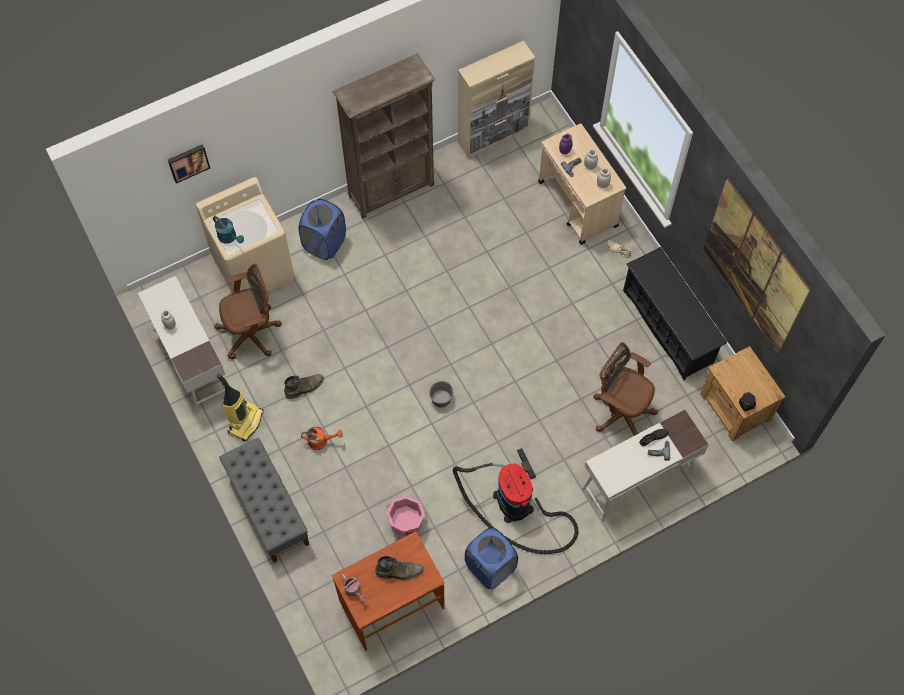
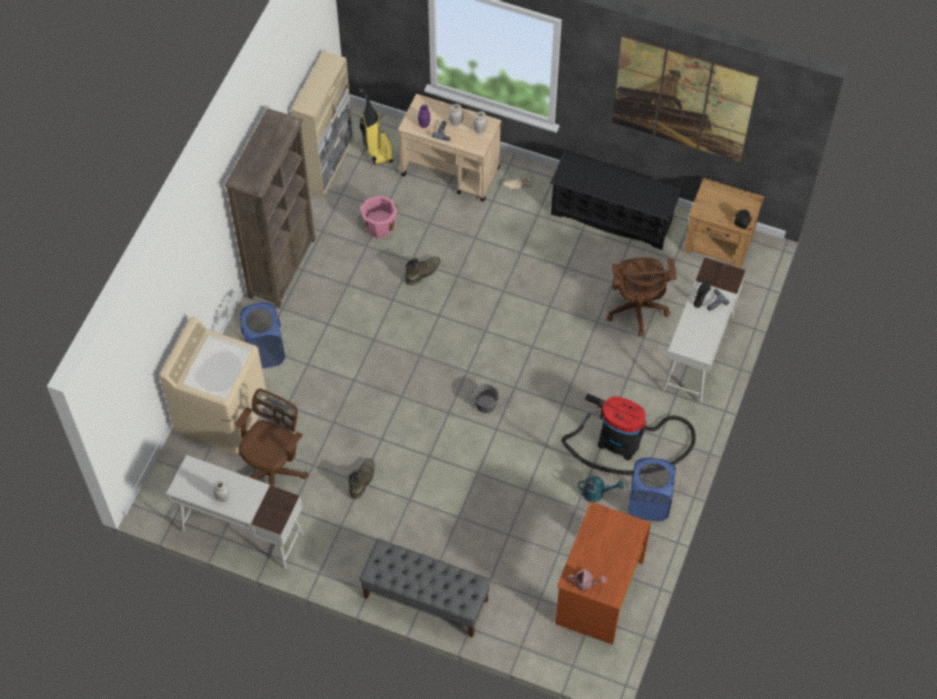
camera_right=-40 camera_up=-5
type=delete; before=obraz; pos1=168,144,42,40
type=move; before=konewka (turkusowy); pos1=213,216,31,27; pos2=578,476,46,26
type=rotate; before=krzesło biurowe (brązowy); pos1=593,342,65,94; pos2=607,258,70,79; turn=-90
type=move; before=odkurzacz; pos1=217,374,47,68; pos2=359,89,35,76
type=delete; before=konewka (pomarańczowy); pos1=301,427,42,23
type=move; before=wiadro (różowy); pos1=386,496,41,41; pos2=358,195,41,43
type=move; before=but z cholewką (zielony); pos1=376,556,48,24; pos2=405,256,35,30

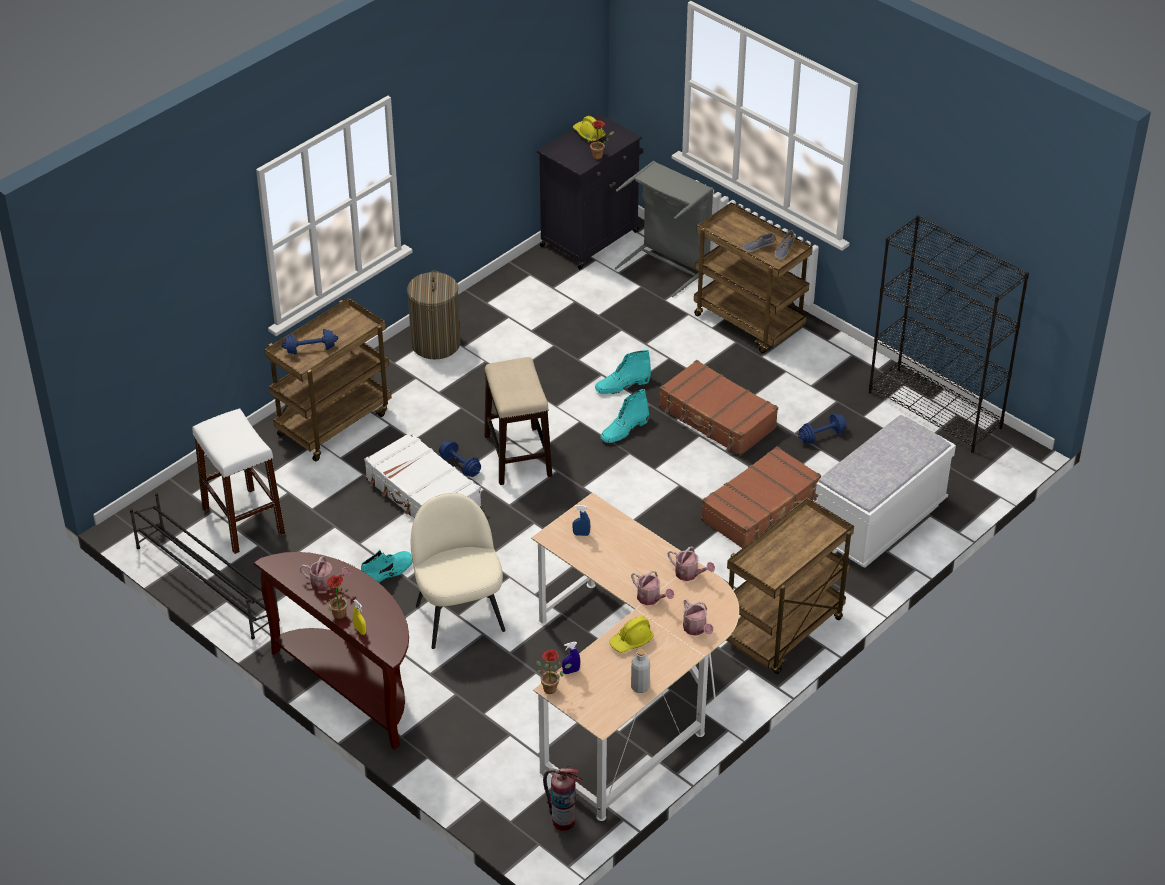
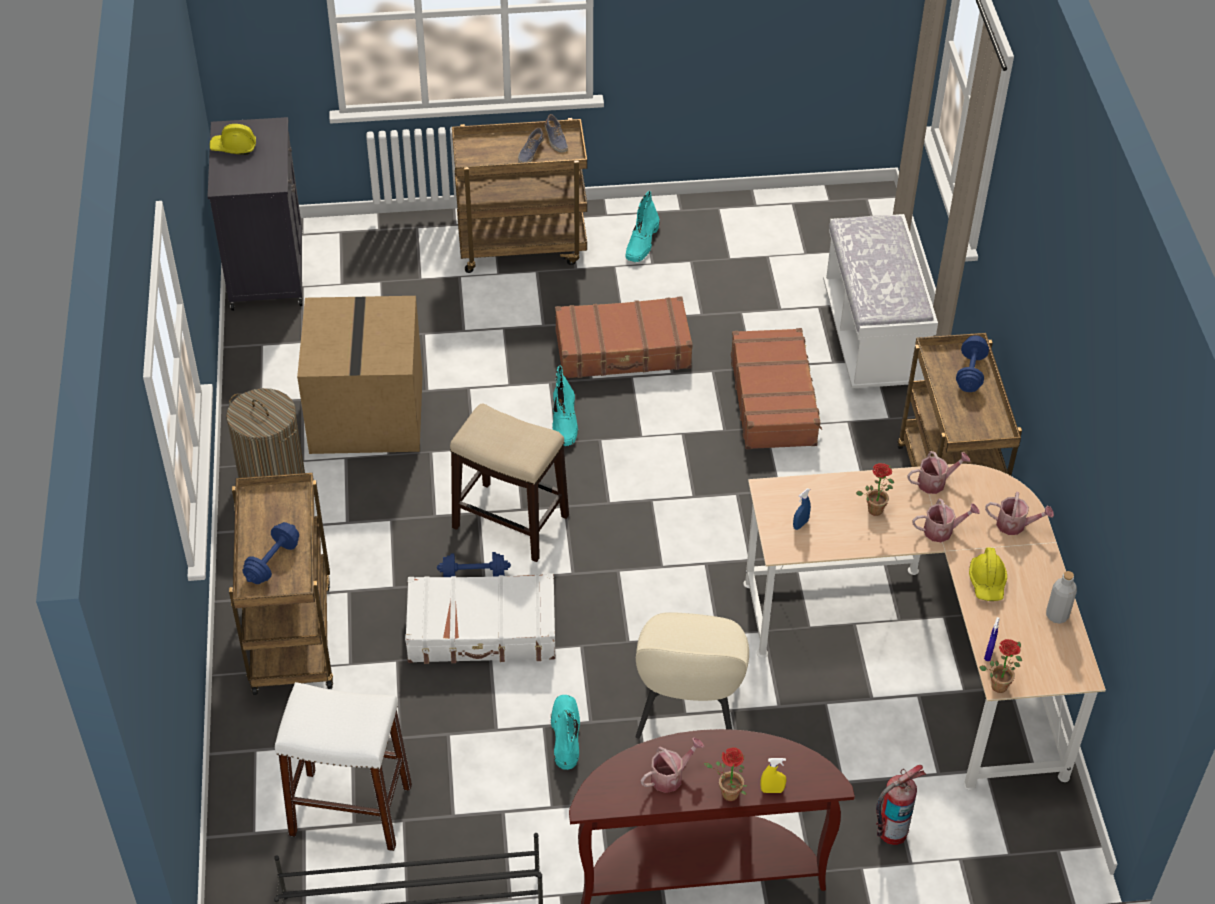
camera_right=-50 camera_up=5
type=move; before=roślina doniczkowa; pos1=585,120,29,40; pos2=856,463,38,53
type=delete; before=kosz na pranie (szary); pos1=615,160,98,137
type=delete; before=regał (czarny); pos1=869,215,160,238
type=move; before=but z cholewką (turkusowy); pos1=595,350,56,44; pos2=625,191,35,71
type=move; before=hantel (niebieski); pos1=798,414,49,30; pos2=956,335,33,57
type=rotate; before=krzesło (beżowy); pos1=411,493,94,156; pos2=635,612,114,127; turn=-105
type=move; before=gaśnica; pos1=543,766,40,65; pos2=876,765,50,80
type=insert; after=karton; pos2=297,296,126,158

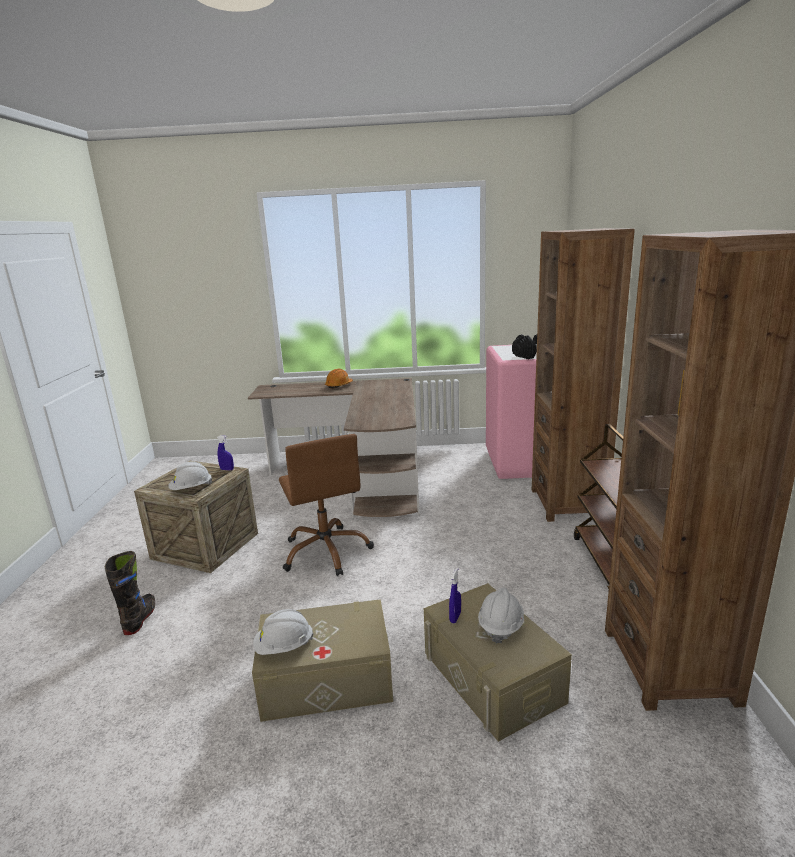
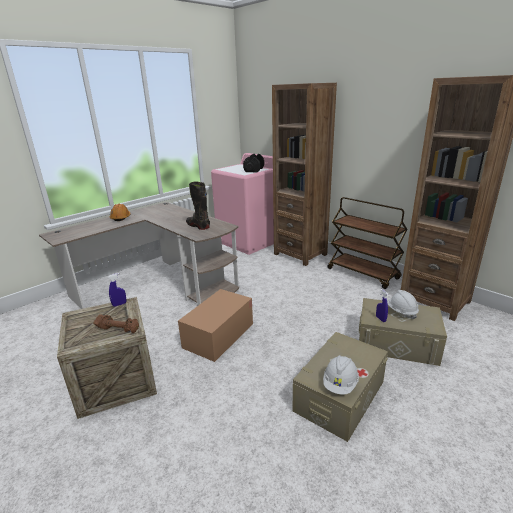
camera_right=-45 camera_up=5
type=replace; before=krzesło biurowe (brązowy); after=karton; pos1=279,434,95,142; pos2=178,289,75,73
type=replace; before=kask (biały); after=hantel (brązowy); pos1=168,461,44,29; pos2=93,314,46,19
type=move; before=but z cholewką (czarny); pos1=105,551,50,84; pos2=186,181,24,49

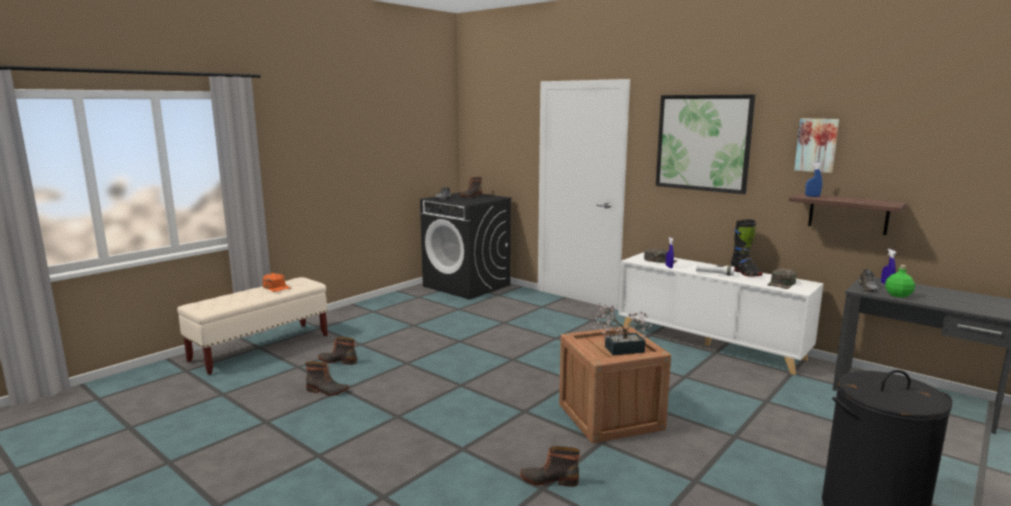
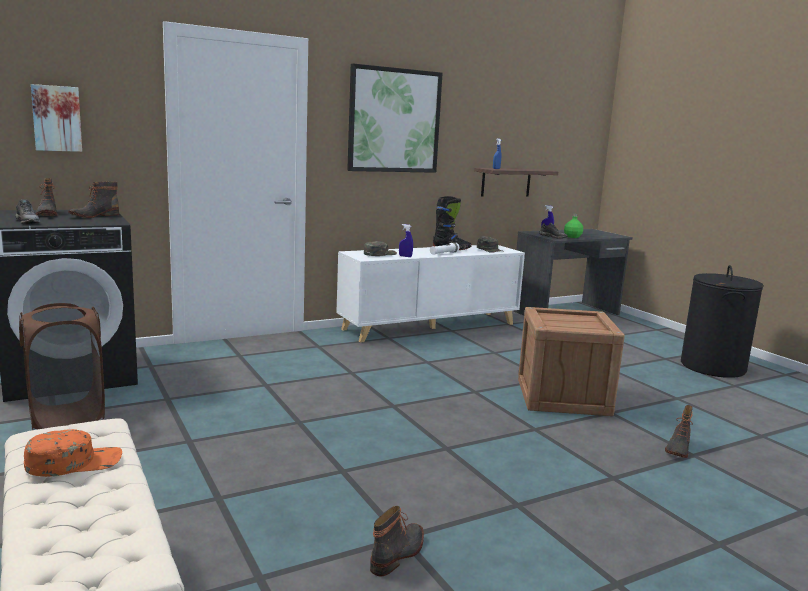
camera_right=-70 camera_up=0
type=move; before=obraz; pos1=794,118,45,55; pos2=31,84,51,68
type=delete; before=roślina doniczkowa; pos1=594,303,58,52
type=move; before=but z cholewką; pos1=318,337,39,28; pos2=68,182,51,36
type=insert; after=kosz na pranie (brązowy); pos2=19,303,86,127

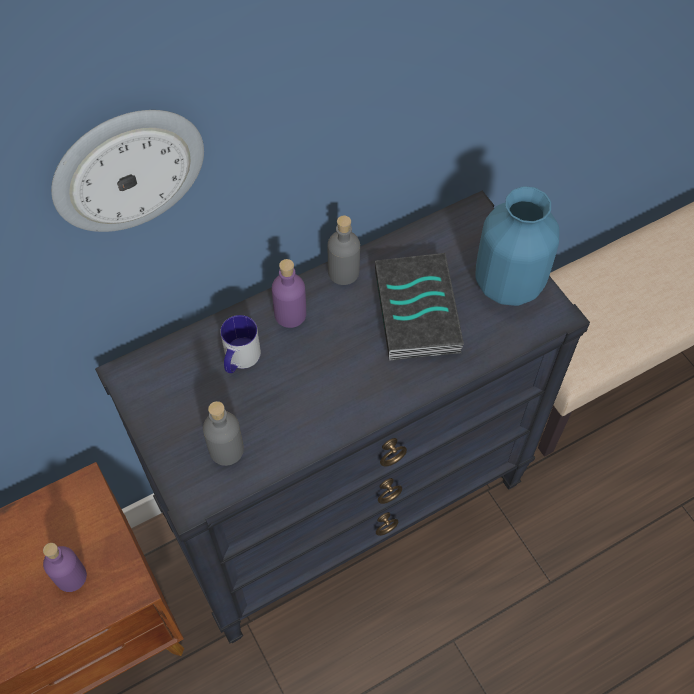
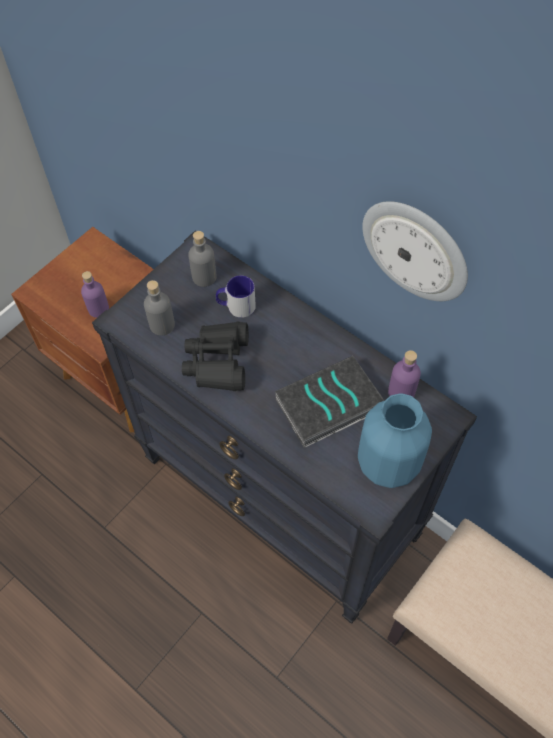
camera_right=70 camera_up=0
type=move; before=zegar ścienny; pos1=51,110,153,122; pos2=362,201,106,100
type=move; before=butelka (szary); pos1=328,216,32,69; pos2=188,231,29,56
type=move; before=butelka (fioletowy); pos1=272,259,34,69; pos2=388,350,33,47
type=insert; after=lornetka (czarny); pos2=182,322,67,69

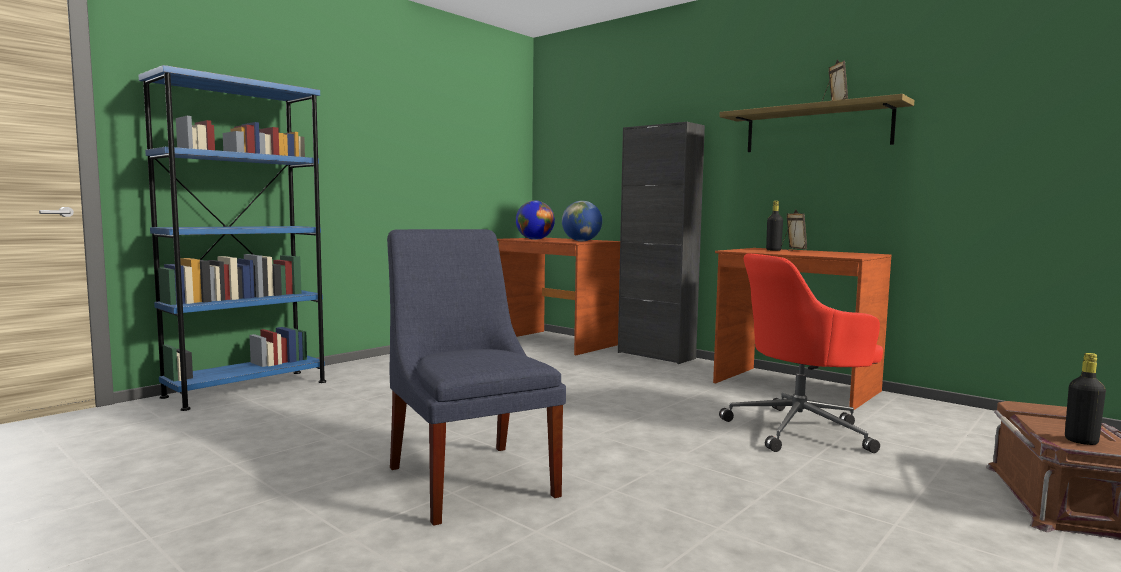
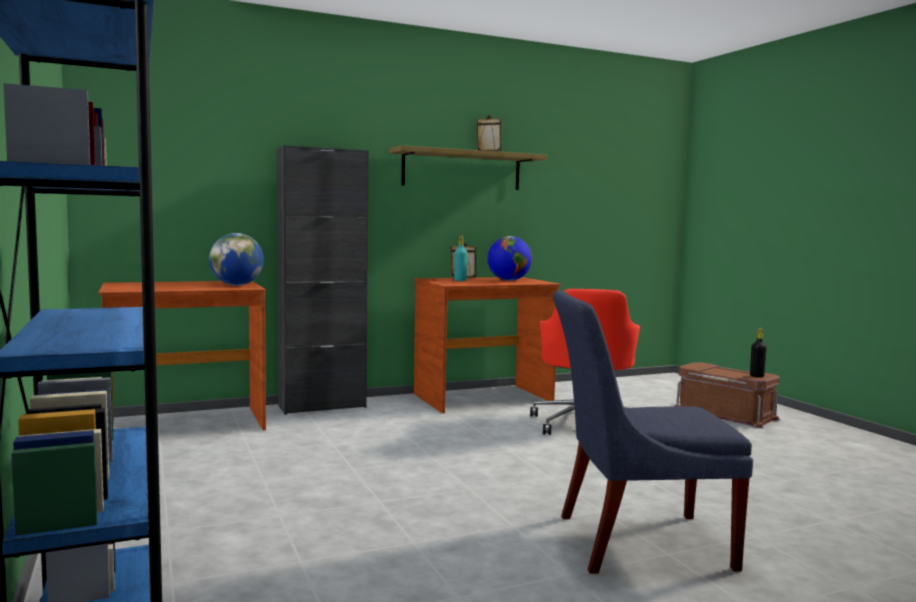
camera_right=-65 camera_up=0
type=move; before=globus; pos1=516,201,39,39; pos2=487,236,45,45
type=recolor; before=butelka (czarny); after=butelka (turkusowy); pos1=766,201,17,50; pos2=454,235,14,46

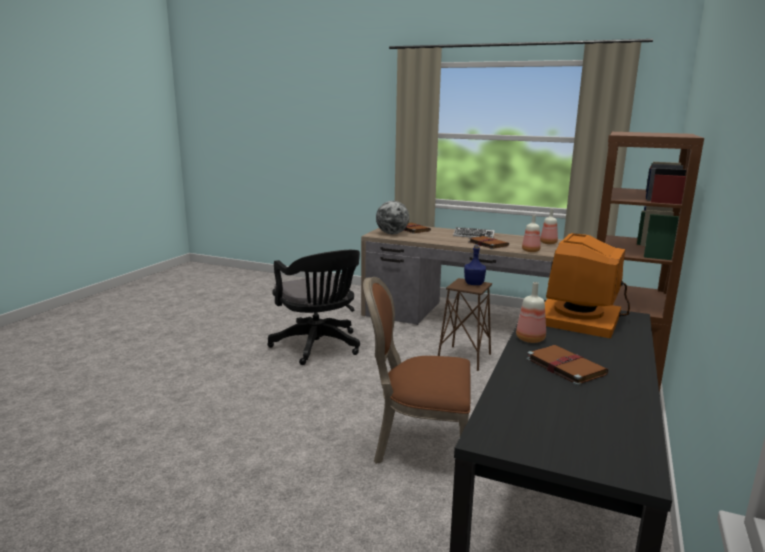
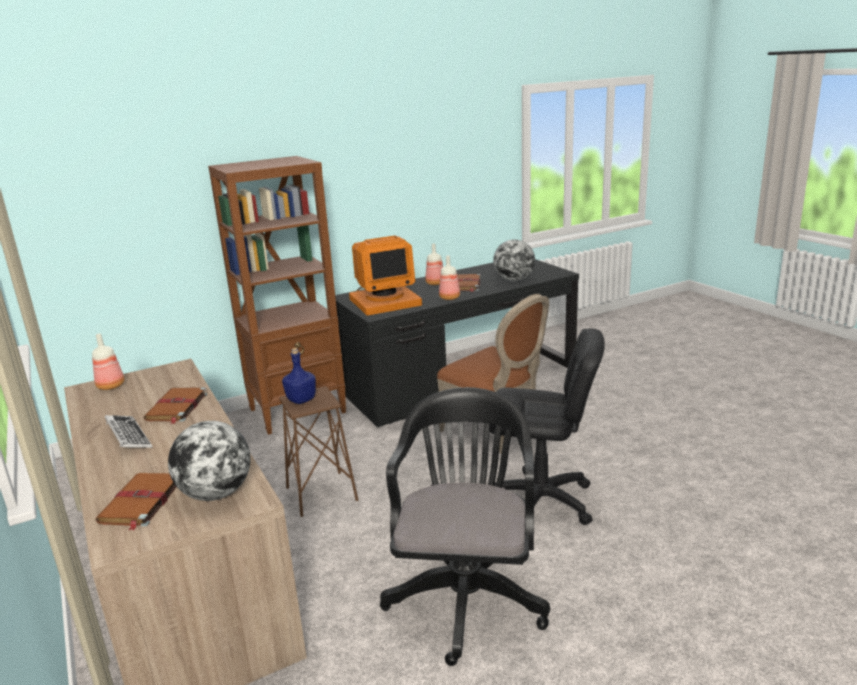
camera_right=-140 camera_up=5
type=move; before=butelka; pos1=522,214,19,38; pos2=425,243,18,42
type=insert; after=globus; pos2=493,239,42,43
type=insert; after=krzesło biurowe (czarny); pos2=490,328,115,197

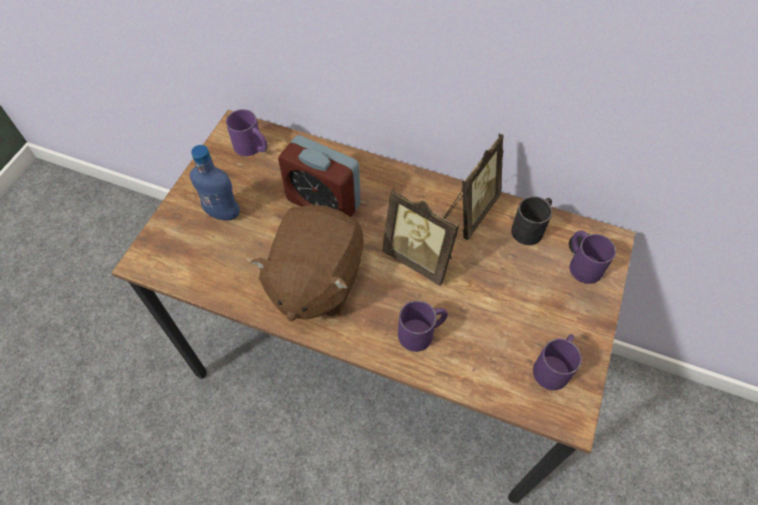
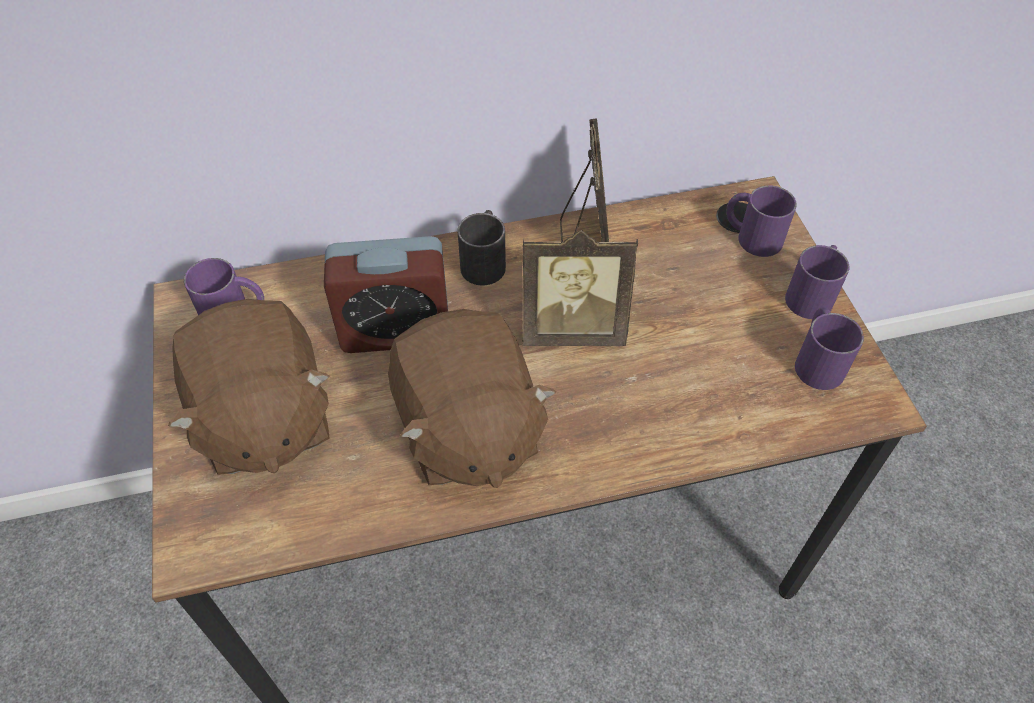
camera_right=-35 camera_up=-5
type=replace; before=butelka (niebieski); after=pluszak (brązowy); pos1=190,145,50,75; pos2=168,299,162,176
type=move; before=kubek (czarny); pos1=511,196,41,49; pos2=457,210,49,75
type=move; before=kubek (fioletowy); pos1=398,300,50,52; pos2=785,245,64,74

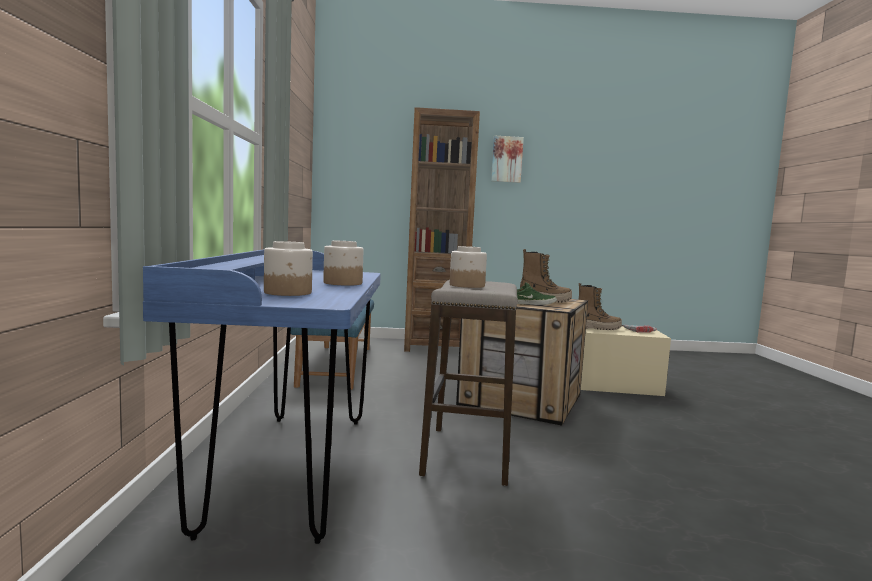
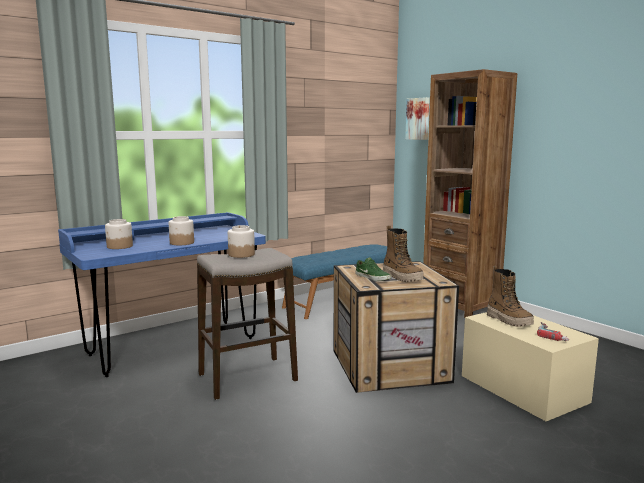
camera_right=55 camera_up=5
type=move; before=obraz; pos1=491,135,33,48; pos2=405,97,24,43

